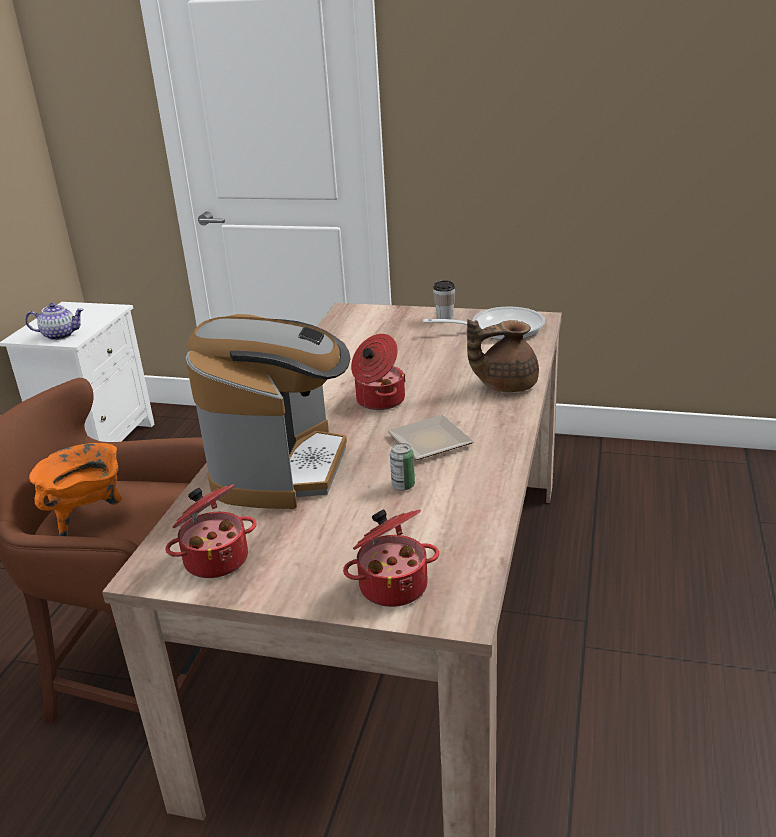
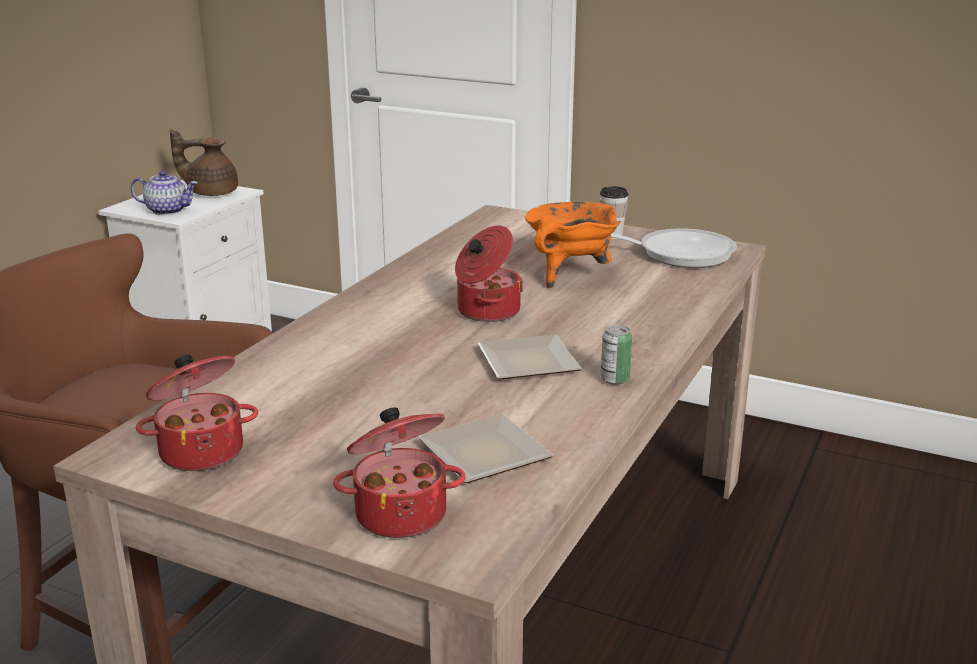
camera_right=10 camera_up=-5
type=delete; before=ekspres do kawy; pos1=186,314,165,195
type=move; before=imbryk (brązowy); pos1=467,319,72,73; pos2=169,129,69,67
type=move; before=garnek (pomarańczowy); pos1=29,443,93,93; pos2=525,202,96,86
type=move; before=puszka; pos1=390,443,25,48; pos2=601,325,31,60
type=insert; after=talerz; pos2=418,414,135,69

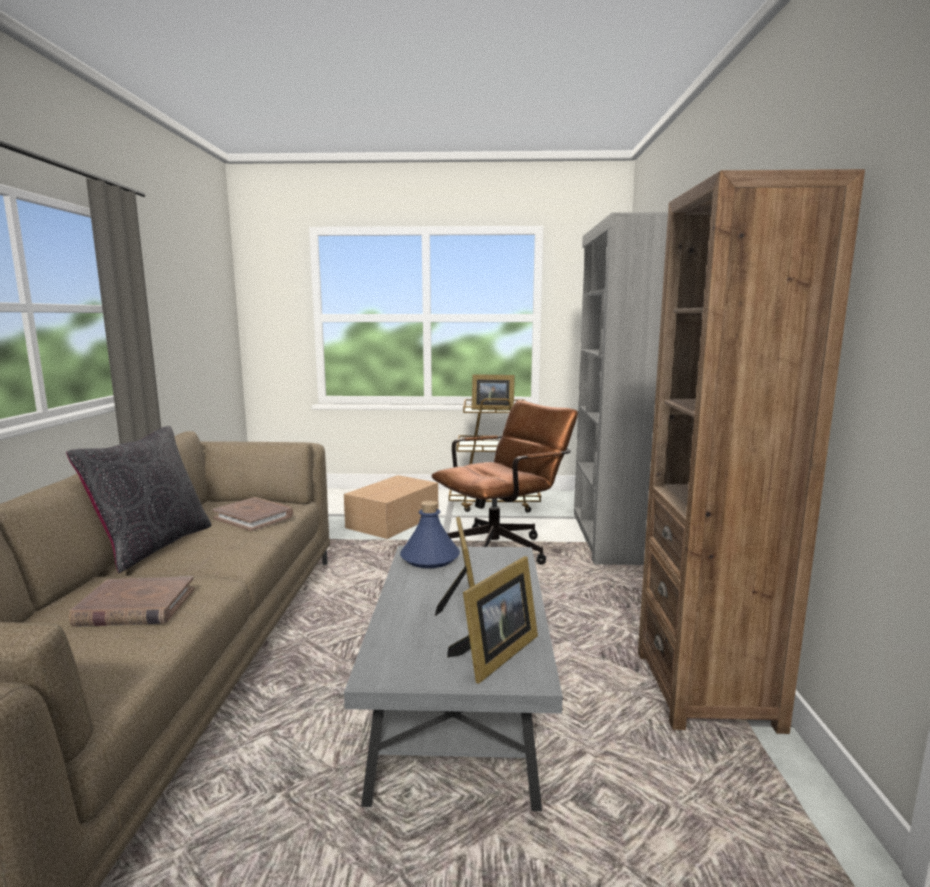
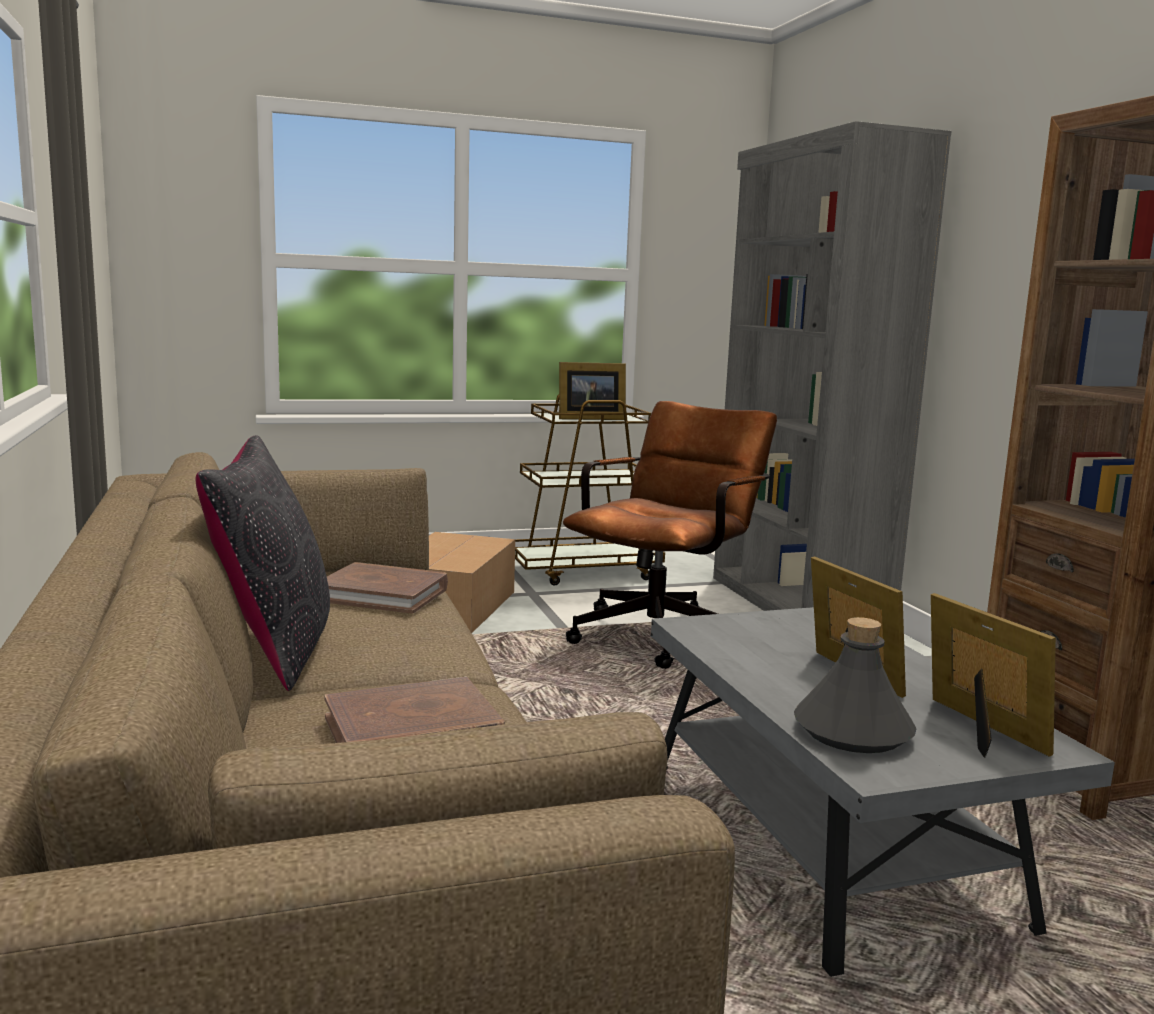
camera_right=-20 camera_up=0
type=delete; before=butelka (niebieski); pos1=400,501,60,67
type=rotate; before=ramka na zdjęcie; pos1=447,556,91,127; pos2=931,593,125,164; turn=-45
type=insert; after=butelka (szary); pos2=794,617,123,136

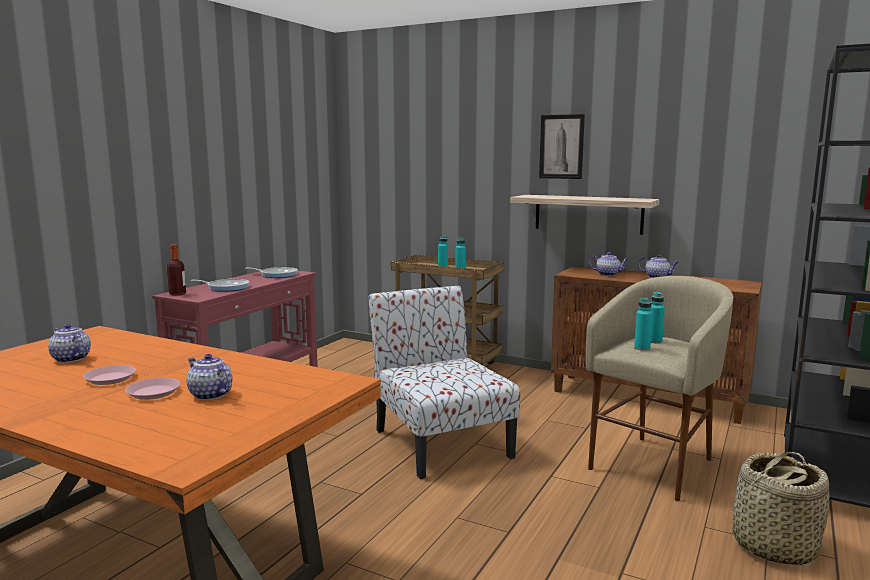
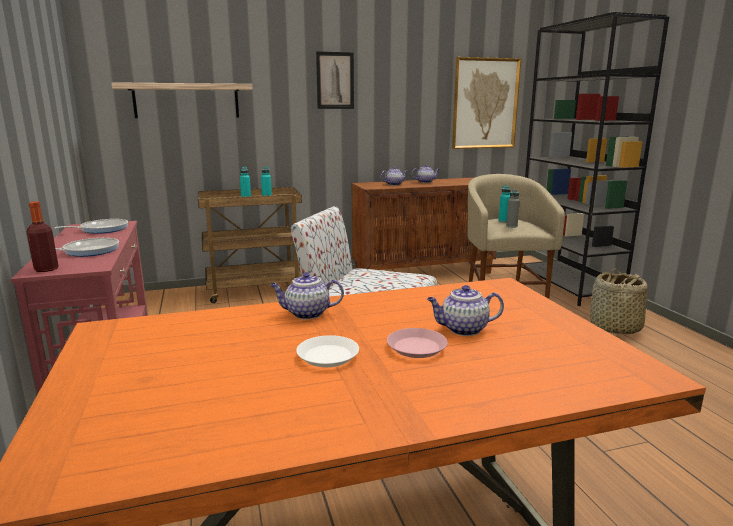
camera_right=-45 camera_up=5
type=move; before=półka; pos1=510,195,149,40; pos2=111,82,142,36
type=recolor; before=butelka (turkusowy); after=butelka (szary); pos1=634,298,19,53; pos2=506,189,14,39
type=move; before=imbryk; pos1=48,324,43,39; pos2=270,272,74,47
type=recolor; before=talerz (różowy); after=talerz (biały); pos1=83,365,53,20; pos2=296,335,63,32
type=insert; after=obraz; pos2=452,57,69,92

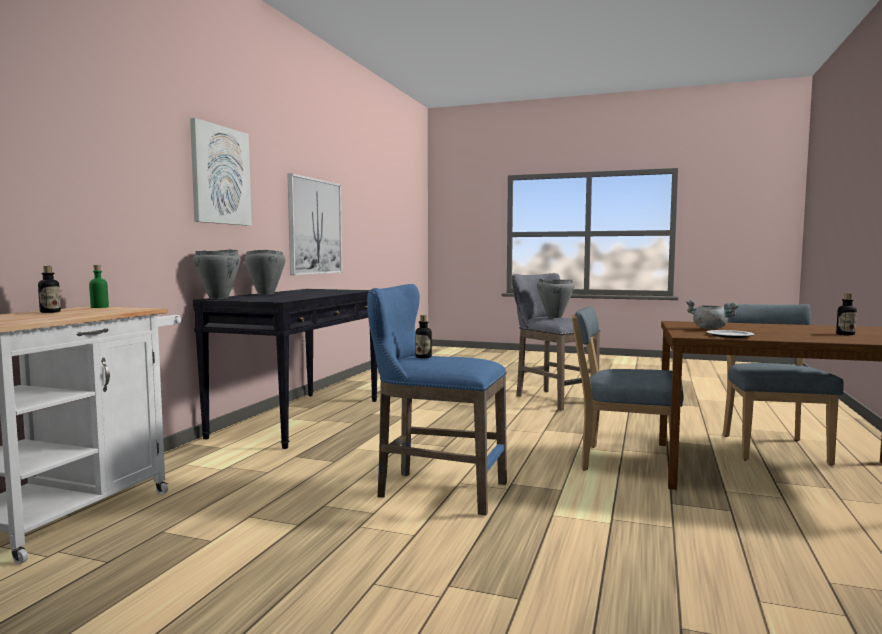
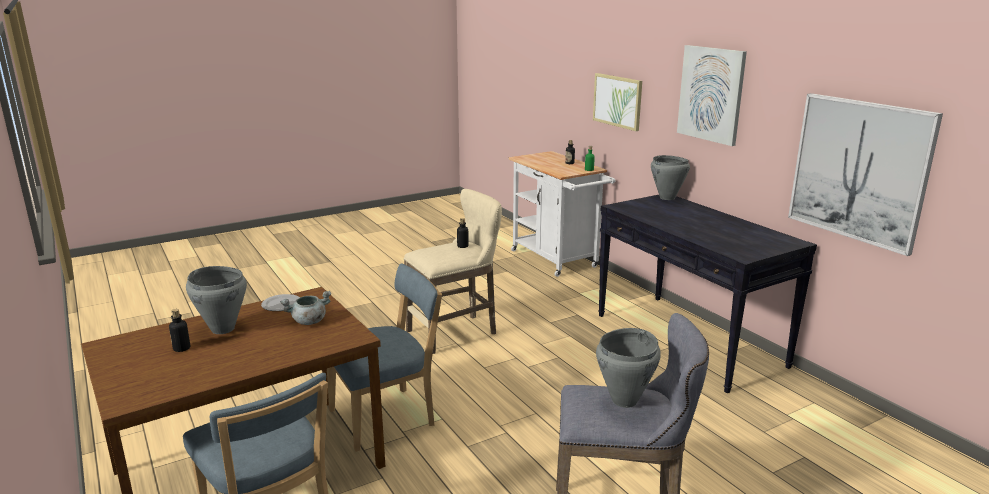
camera_right=130 camera_up=15
type=move; before=garnek (szary); pos1=244,250,41,45; pos2=186,266,61,68
type=recolor; before=stołek (niebieski); after=stołek (beżowy); pos1=367,284,140,231; pos2=404,189,98,165
type=insert; after=obraz; pos2=593,73,49,58

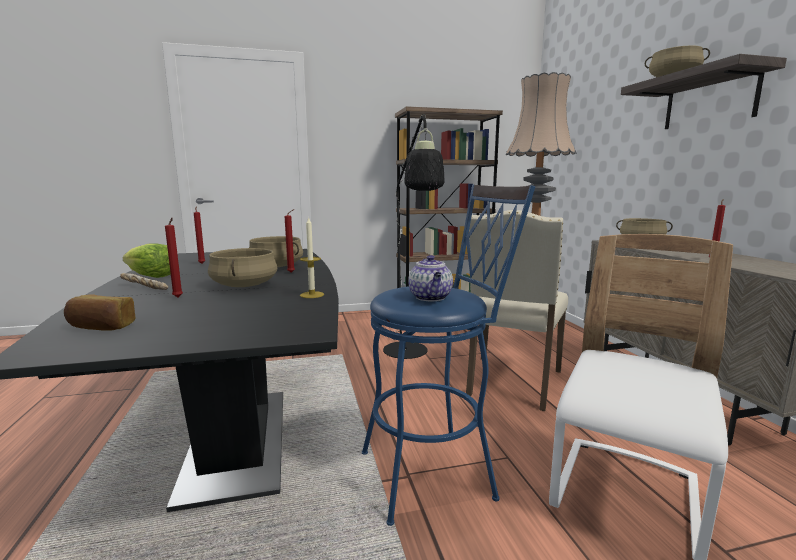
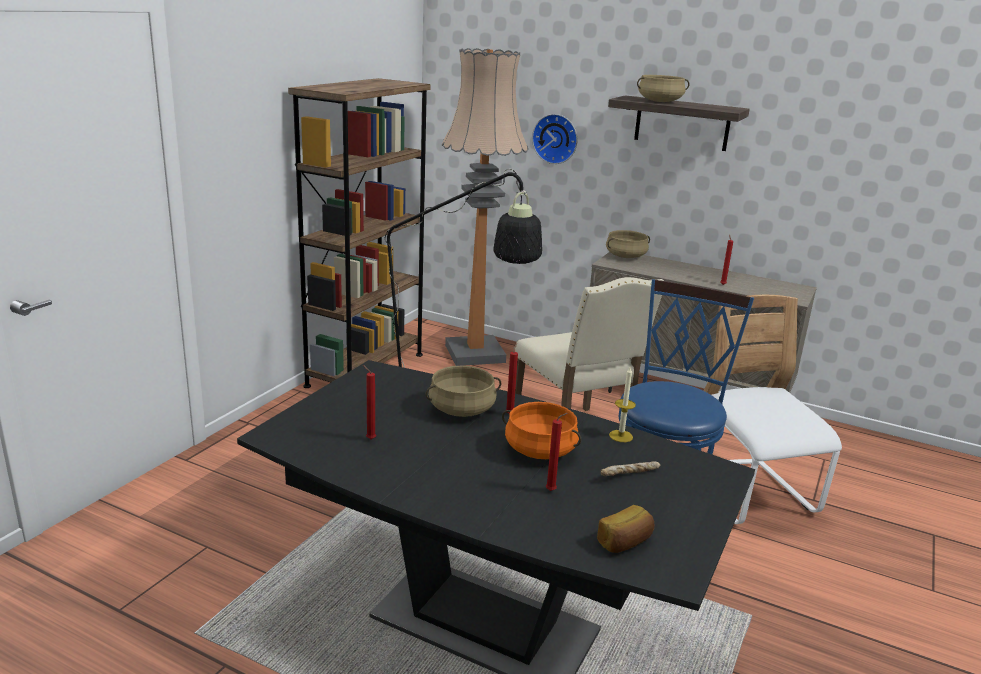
camera_right=-50 camera_up=10
type=delete; before=sałata; pos1=122,243,49,35
type=recolor; before=garnek (beżowy); after=garnek (pomarańczowy); pos1=208,248,69,39; pos2=502,402,79,57
type=delete; before=imbryk; pos1=408,255,45,46
type=move; before=chleb; pos1=120,273,48,17; pos2=601,461,59,15
type=insert; after=zegar ścienny; pos2=532,114,46,50

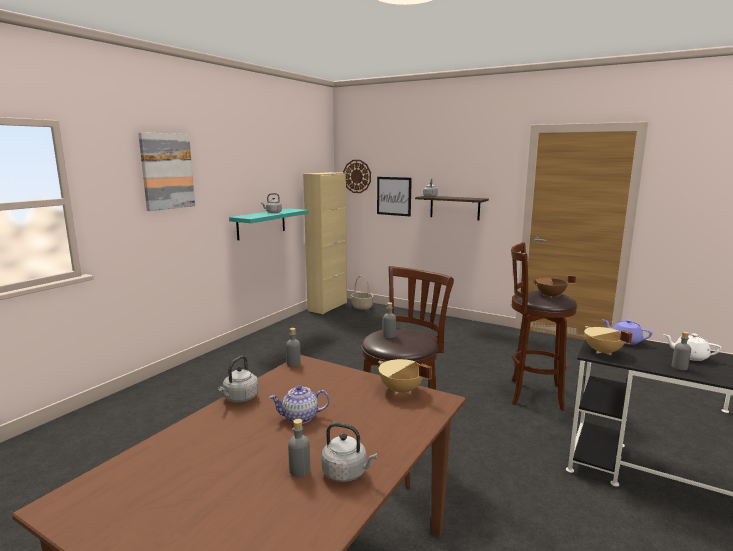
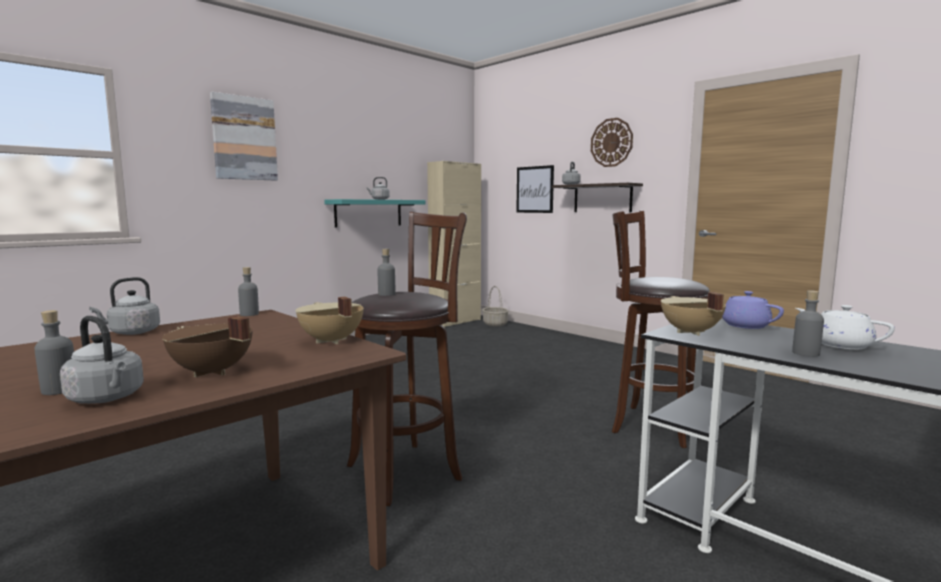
camera_right=15 camera_up=-5
type=move; before=zegar ścienny; pos1=343,160,28,33; pos2=591,118,42,49
type=move; before=garnek (brązowy); pos1=532,275,44,23; pos2=162,316,91,61
type=delete; before=imbryk; pos1=269,385,61,39

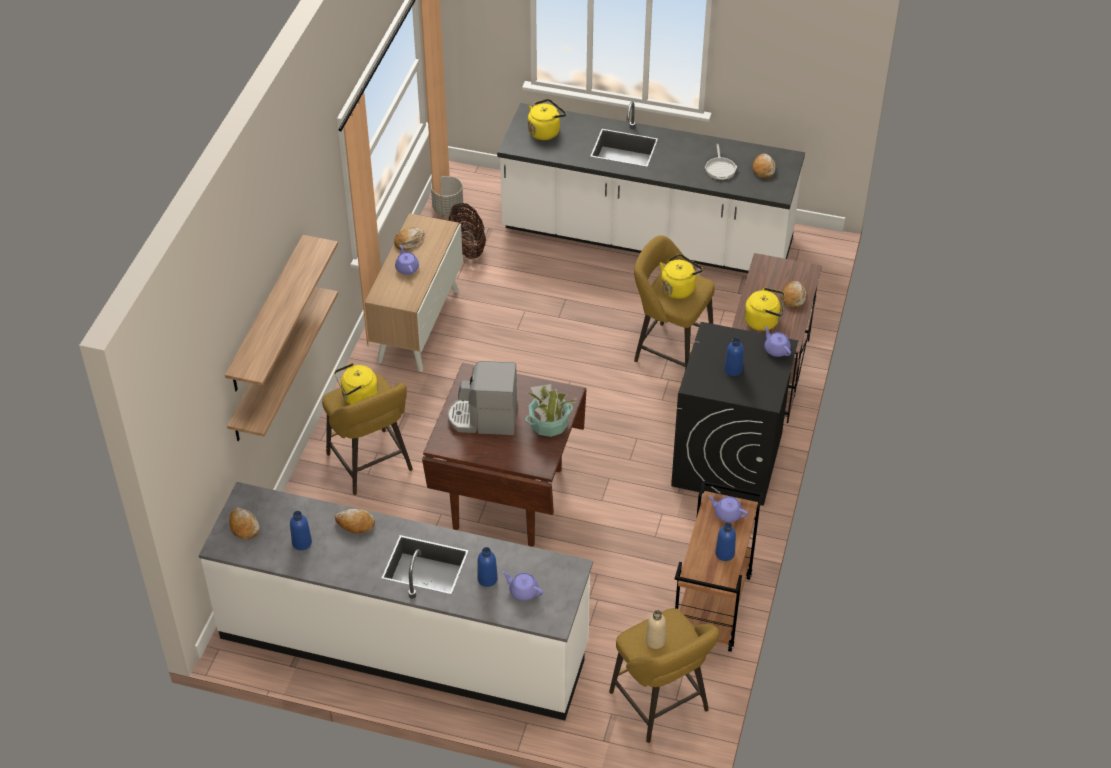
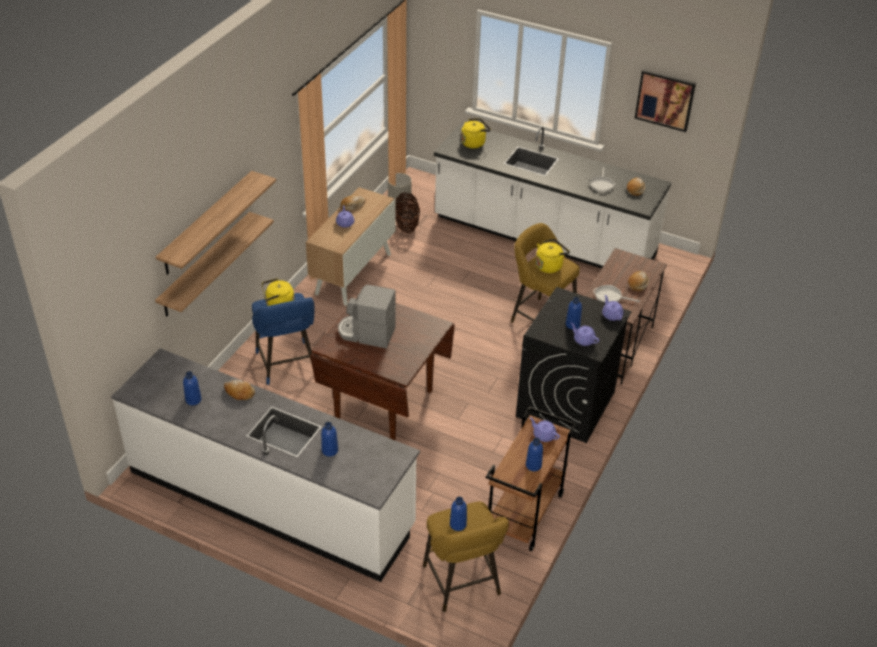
camera_right=10 camera_up=-5
type=replace; before=czajnik (żółty); after=patelnia; pos1=744,288,40,43; pos2=593,285,47,17
type=recolor; before=stołek (żółty); after=stołek (niebieski); pos1=322,374,91,121; pos2=252,293,62,92
type=delete; before=roślina doniczkowa; pos1=525,384,52,53
type=delete; before=chleb; pos1=229,507,30,33
type=move; before=imbryk (fioletowy); pos1=502,571,41,30; pos2=571,322,28,24
type=recolor; before=butelka (beżowy); after=butelka (niebieski); pos1=646,610,20,39; pos2=450,497,17,34
type=insert; after=obraz; pos2=635,69,61,63

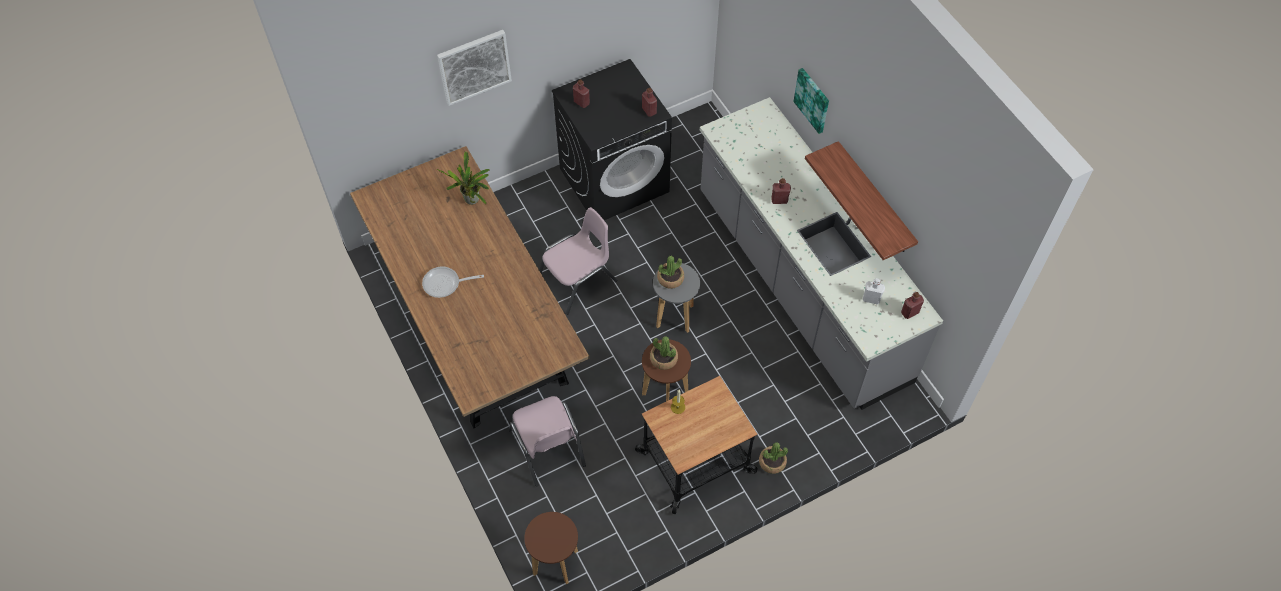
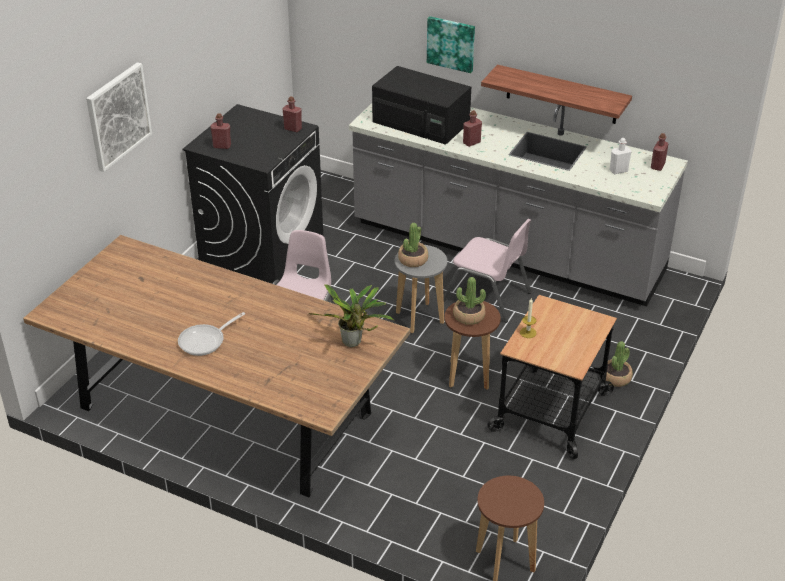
camera_right=-35 camera_up=-20
type=move; before=roślina doniczkowa; pos1=437,151,53,54; pos2=309,284,86,63
type=move; before=krzesło (różowy); pos1=509,396,77,90; pos2=443,219,88,104
type=insert; after=mikrofalówka (czarny); pos2=372,66,99,79

